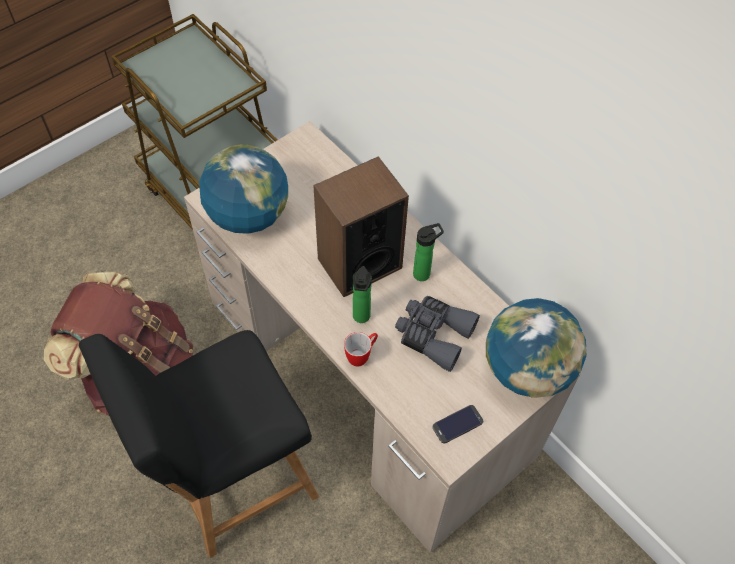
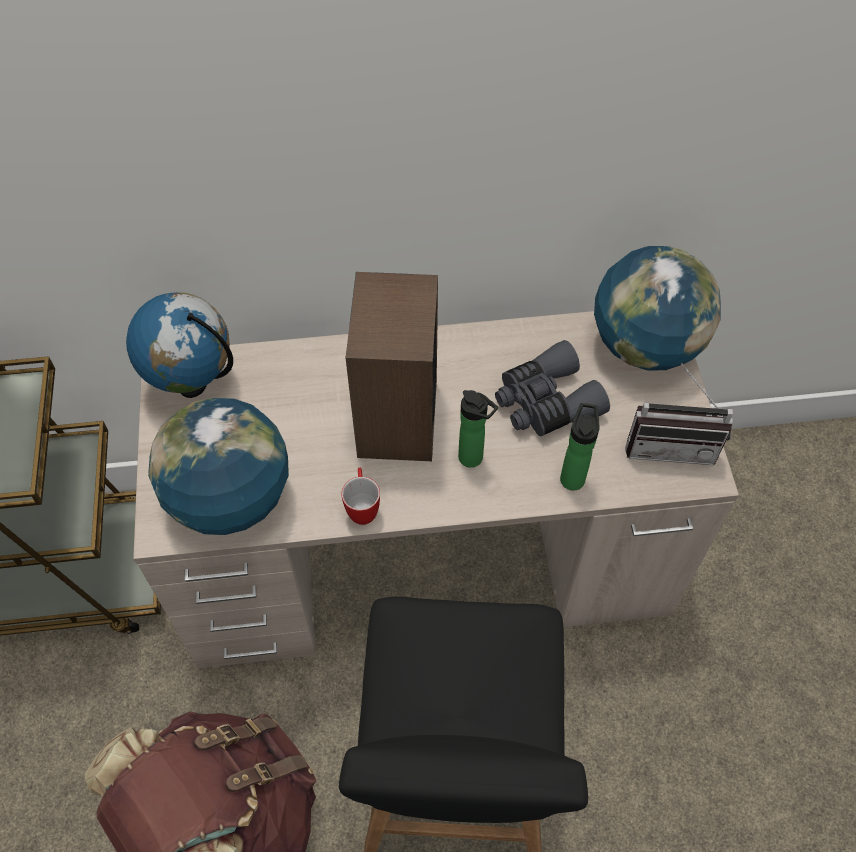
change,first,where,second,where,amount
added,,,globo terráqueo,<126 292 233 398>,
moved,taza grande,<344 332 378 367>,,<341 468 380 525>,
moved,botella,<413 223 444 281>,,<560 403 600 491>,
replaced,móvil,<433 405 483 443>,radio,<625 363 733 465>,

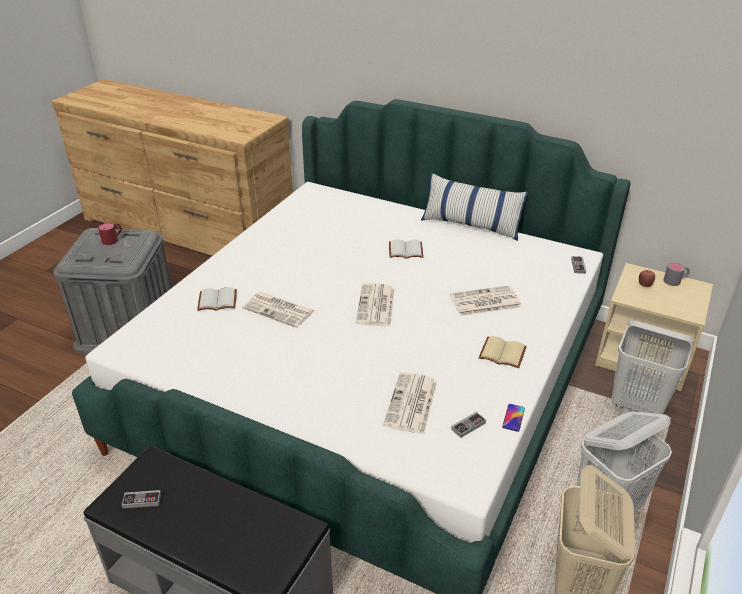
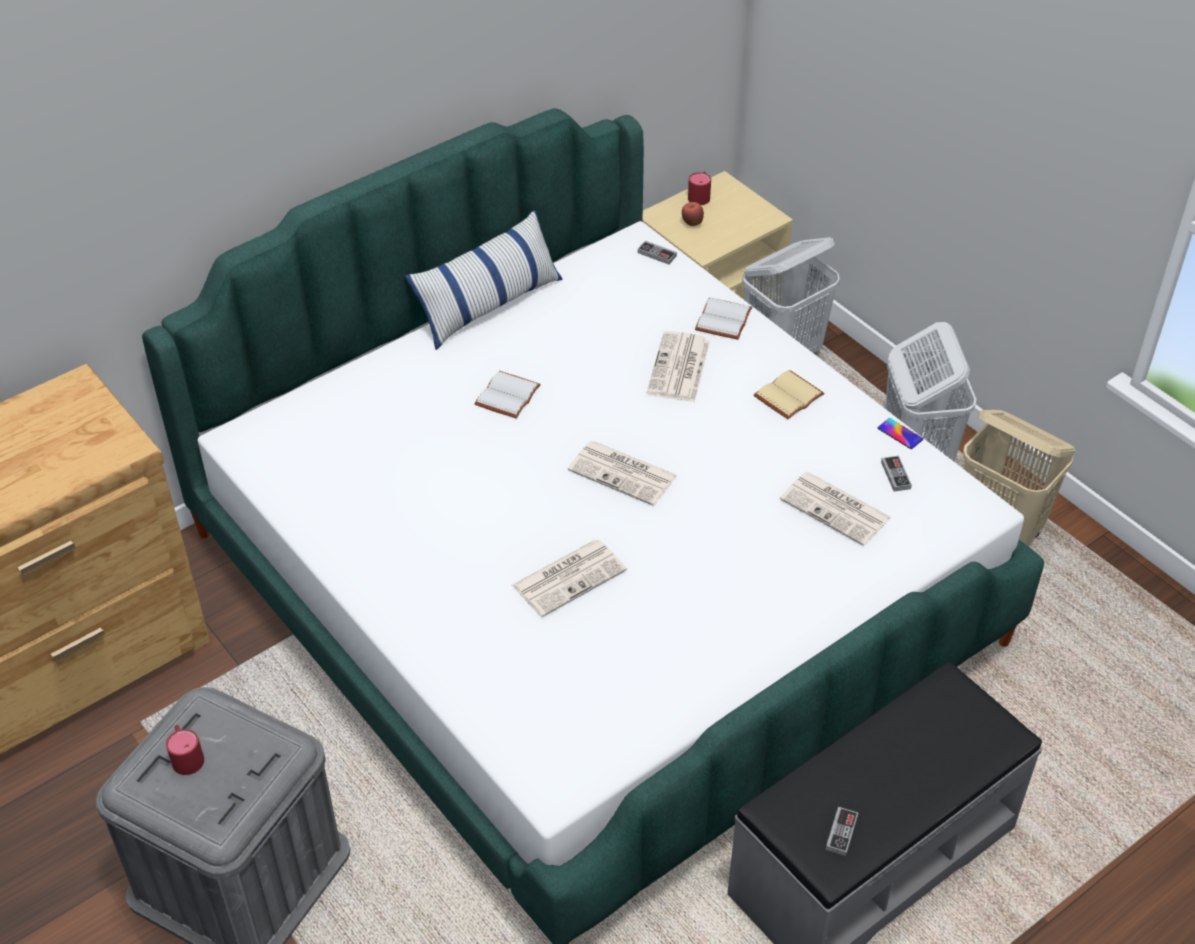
change,first,where,second,where,amount
moved,libro (blanco),<197 287 237 311>,,<695 297 752 340>,
recoloured,taza grande (gris),<663 262 690 286>,taza grande (rojo),<688 171 711 205>,

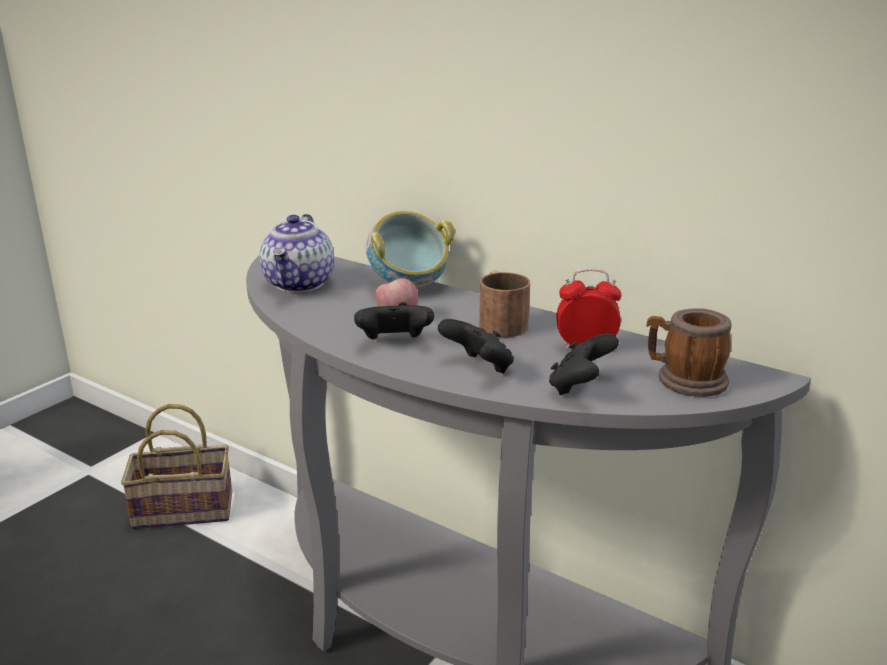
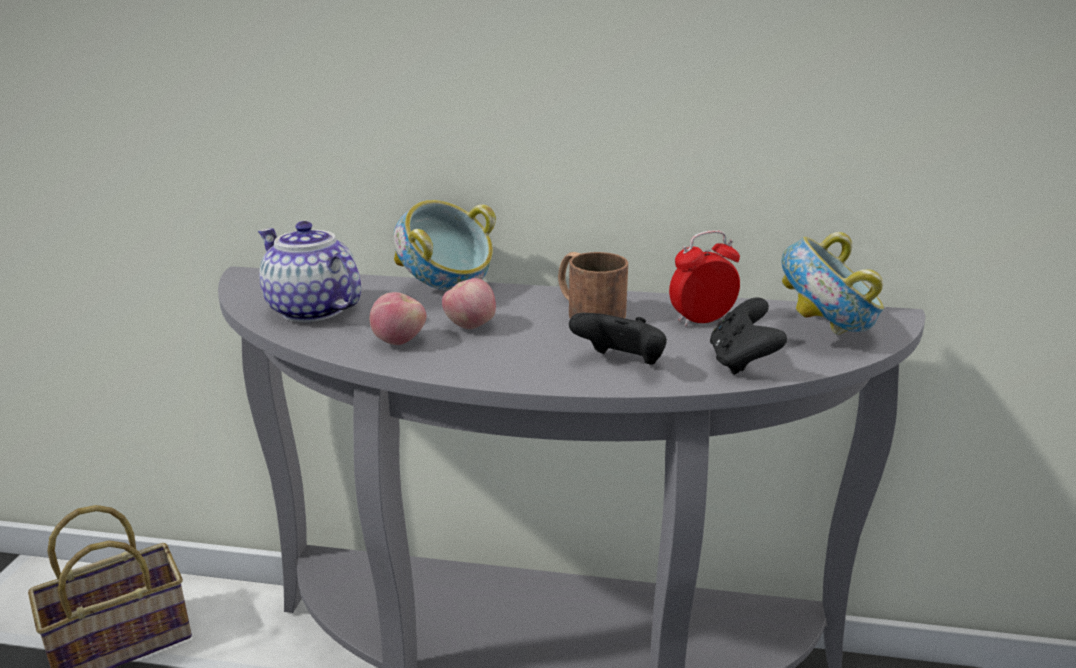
change,first,where,second,where,amount
removed,mando de consola (negro),<354 302 434 340>,,,
added,,,manzana,<370 292 427 345>,
replaced,taza grande,<646 308 731 397>,cuenco,<782 232 884 335>,
turned,tetera,<260 214 334 292>,,<258 221 361 323>,150 degrees clockwise

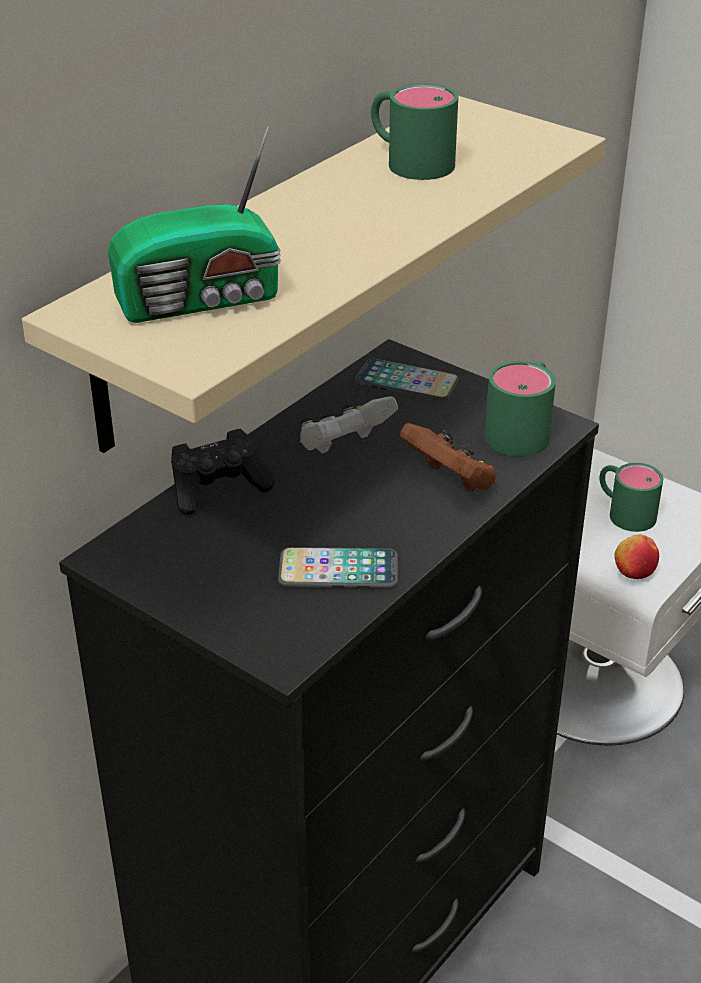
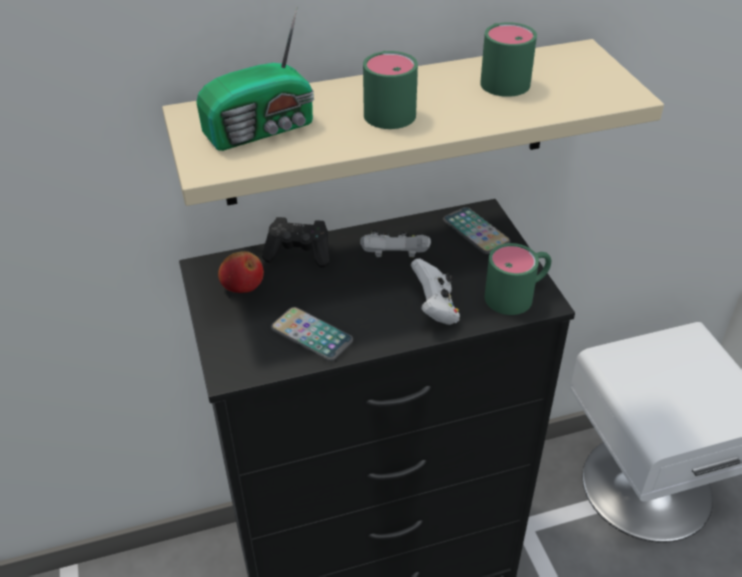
change,first,where,second,where,amount
moved,taza grande (verde),<600 463 663 532>,,<363 51 418 129>,
moved,manzana,<614 534 659 579>,,<218 251 264 293>,
recoloured,mando de consola (marrón),<399 423 496 492>,mando de consola (blanco),<411 259 460 325>,
turned,radio,<108 126 281 323>,,<196 6 314 151>,45 degrees counterclockwise

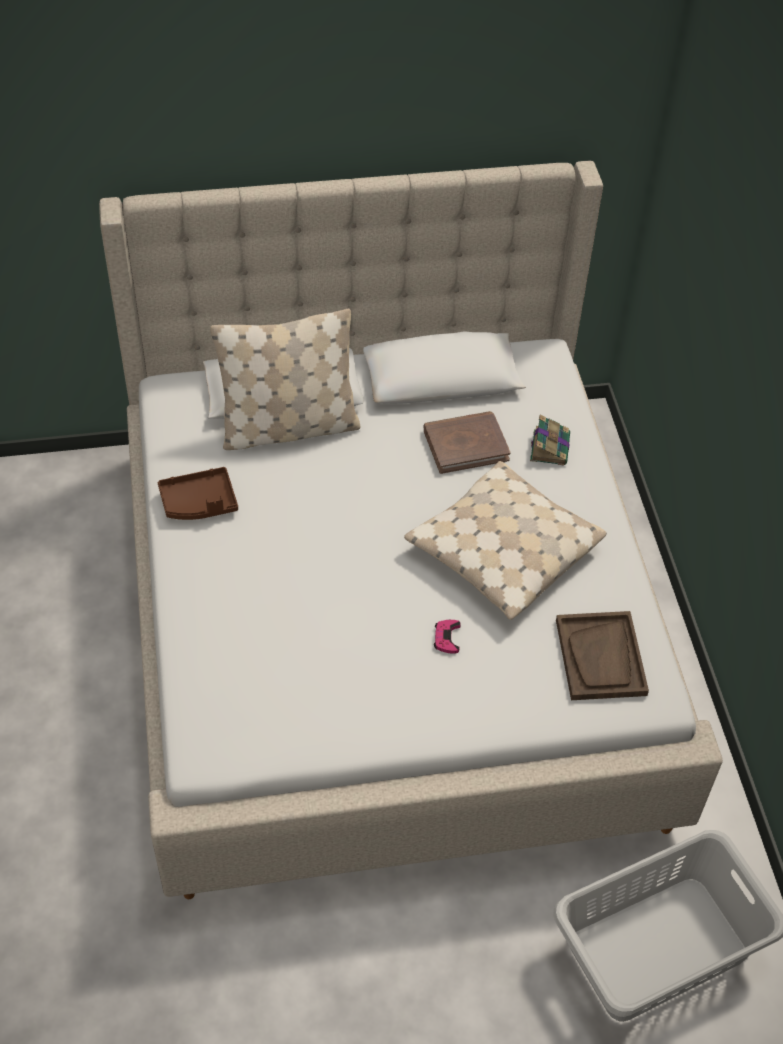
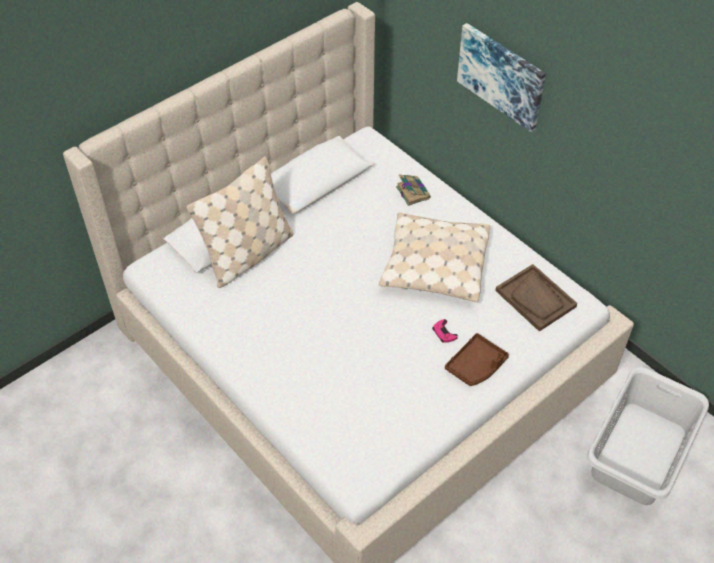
change,first,where,second,where,amount
removed,libro (marrón),<424 411 511 474>,,,
added,,,cuadro,<457 23 546 132>,
moved,bandeja (marrón),<158 467 238 520>,,<445 333 509 386>,

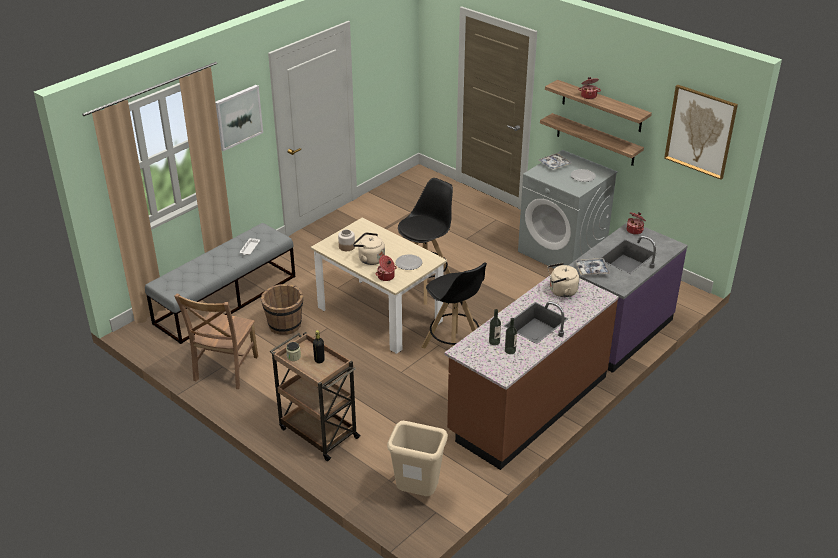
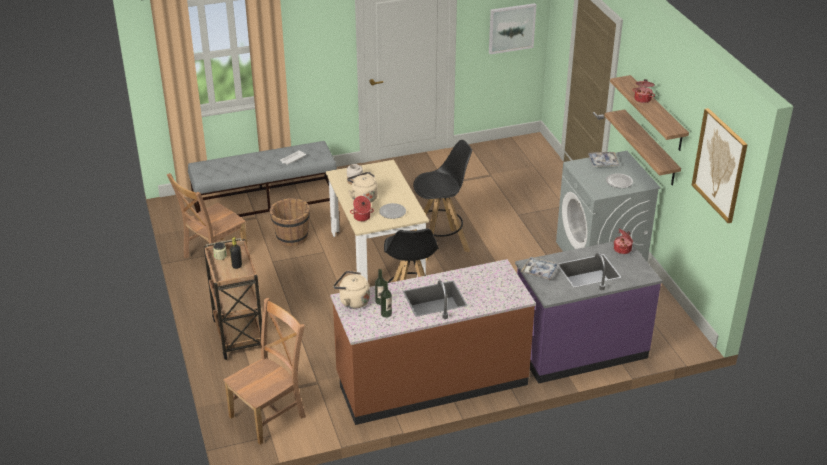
change,first,where,second,where,amount
moved,cuadro,<215 85 263 151>,,<489 3 536 54>,
moved,hervidor (beis),<547 263 579 297>,,<333 271 370 309>,
replaced,papelera (beis),<387 421 448 496>,silla (marrón),<223 297 306 445>,

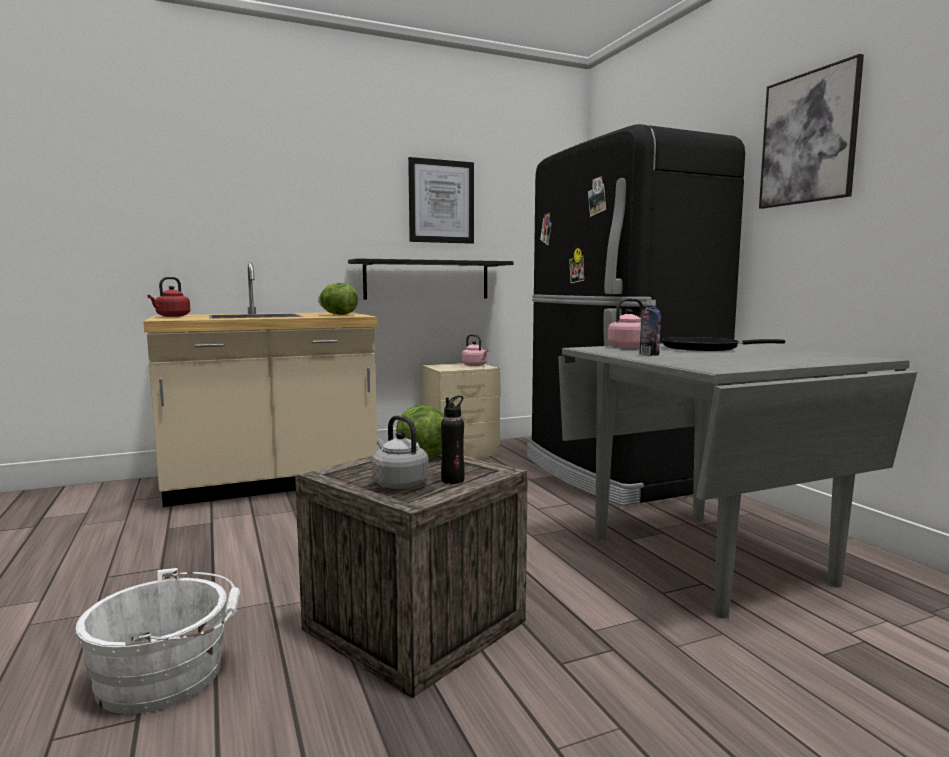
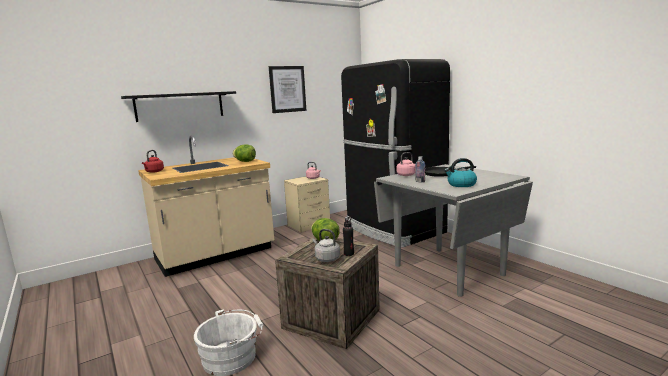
change,first,where,second,where,amount
removed,cuadro,<759 54 864 209>,,,
added,,,hervidor,<444 158 477 187>,
moved,estante (negro),<348 258 514 300>,,<121 91 236 122>,

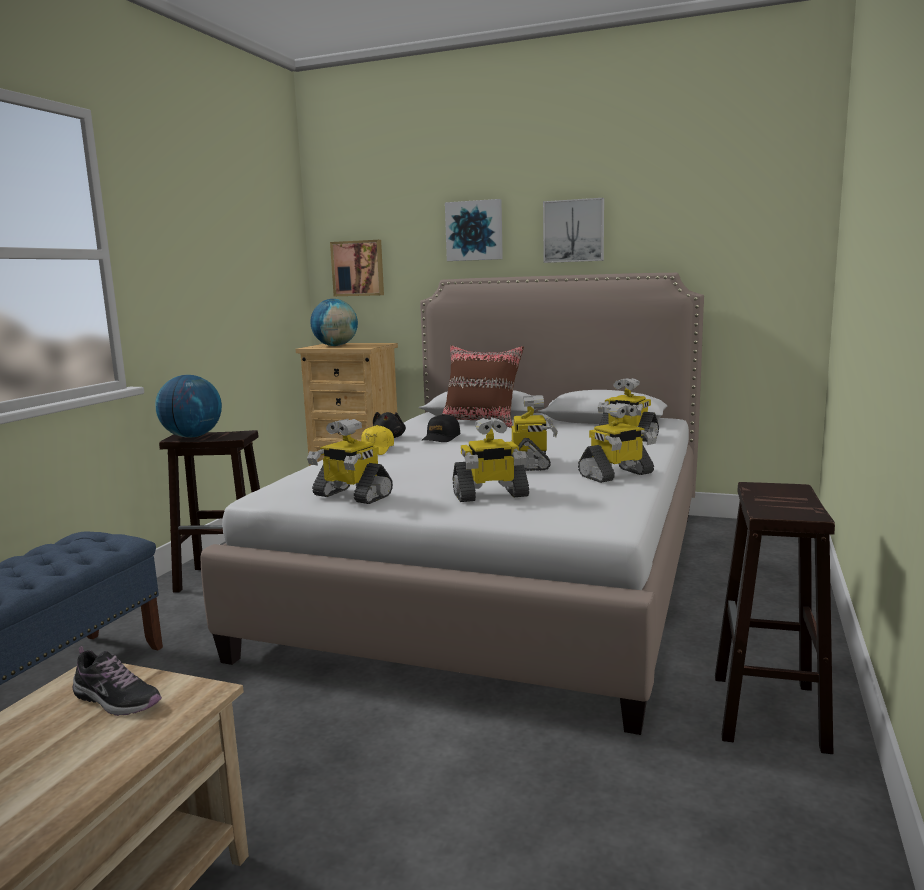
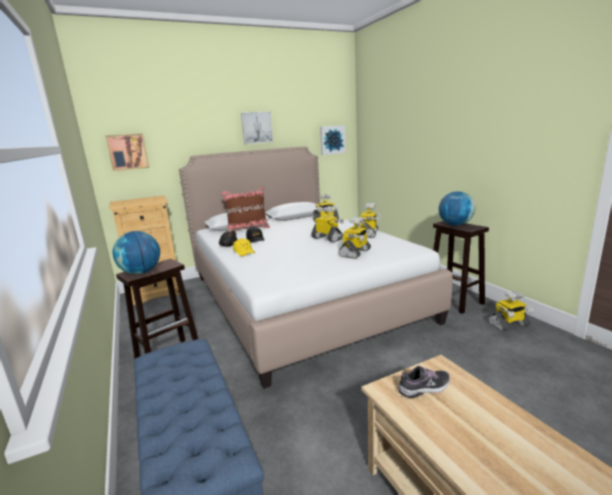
change,first,where,second,where,amount
moved,robot de juguete,<307 419 393 504>,,<488 291 534 331>,
moved,globo terráqueo,<310 299 358 346>,,<439 191 475 226>,
moved,cuadro,<445 199 503 261>,,<320 125 346 155>,

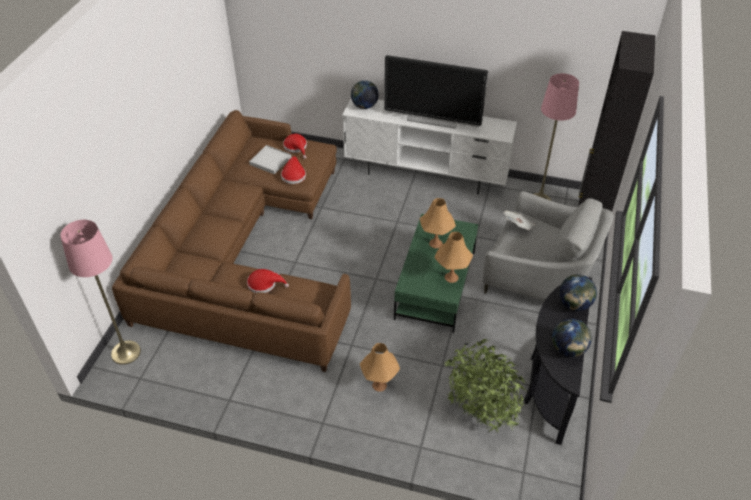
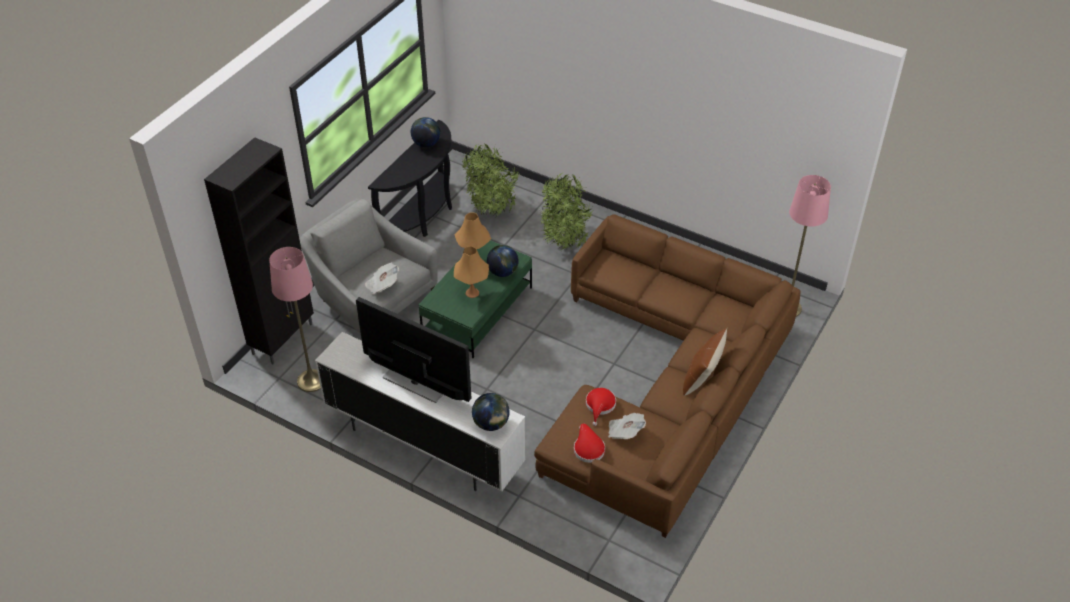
change,first,where,second,where,amount
removed,sombrero (rojo),<247 269 289 293>,,,
added,,,cojín (marrón),<683 328 727 396>,
moved,globo terráqueo,<559 274 597 311>,,<487 245 519 277>,
replaced,bandeja (blanco),<249 145 291 175>,periódico,<608 413 646 439>,
replaced,lámpara de mesa (naranja),<360 343 400 392>,planta en maceta,<539 173 593 250>,

